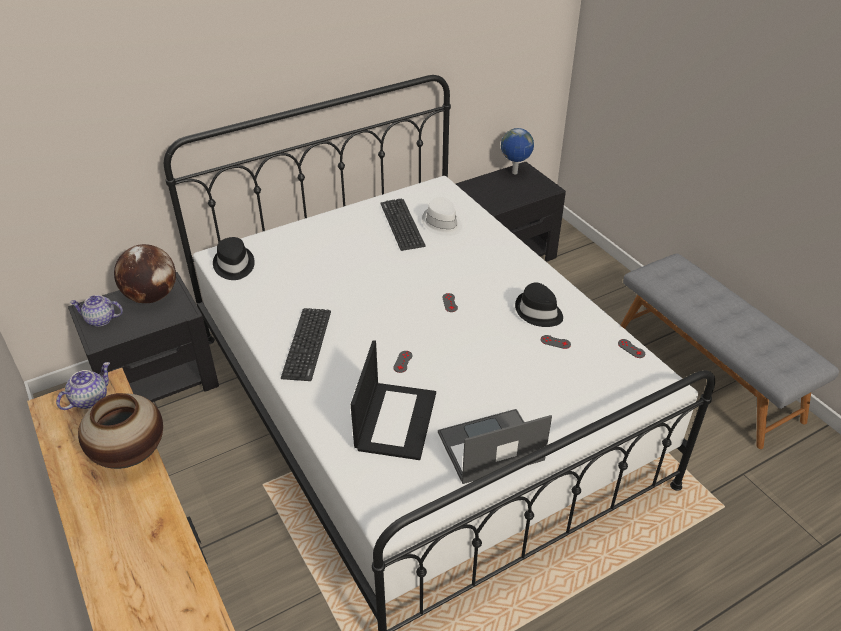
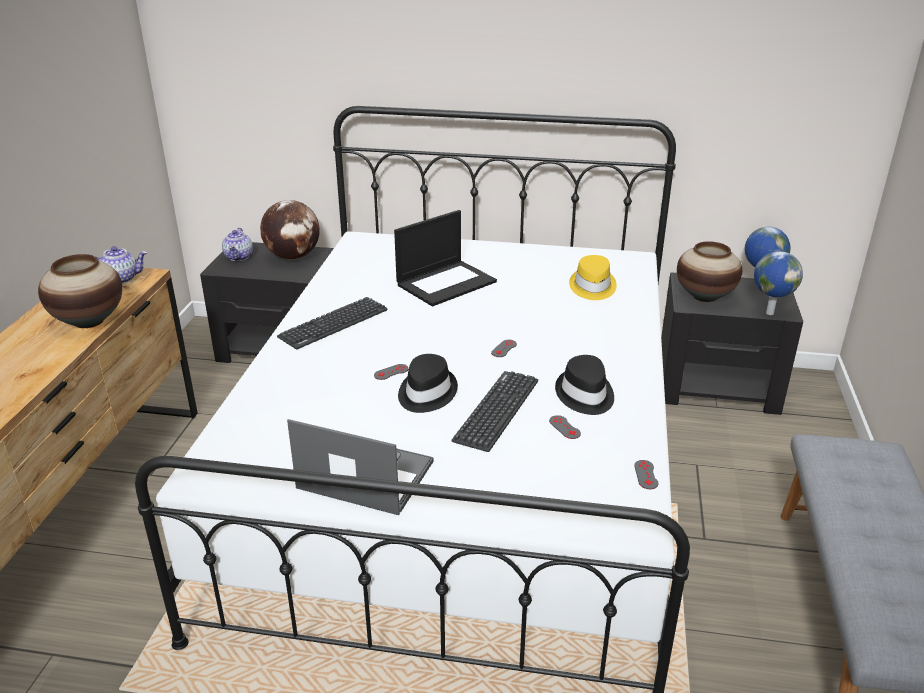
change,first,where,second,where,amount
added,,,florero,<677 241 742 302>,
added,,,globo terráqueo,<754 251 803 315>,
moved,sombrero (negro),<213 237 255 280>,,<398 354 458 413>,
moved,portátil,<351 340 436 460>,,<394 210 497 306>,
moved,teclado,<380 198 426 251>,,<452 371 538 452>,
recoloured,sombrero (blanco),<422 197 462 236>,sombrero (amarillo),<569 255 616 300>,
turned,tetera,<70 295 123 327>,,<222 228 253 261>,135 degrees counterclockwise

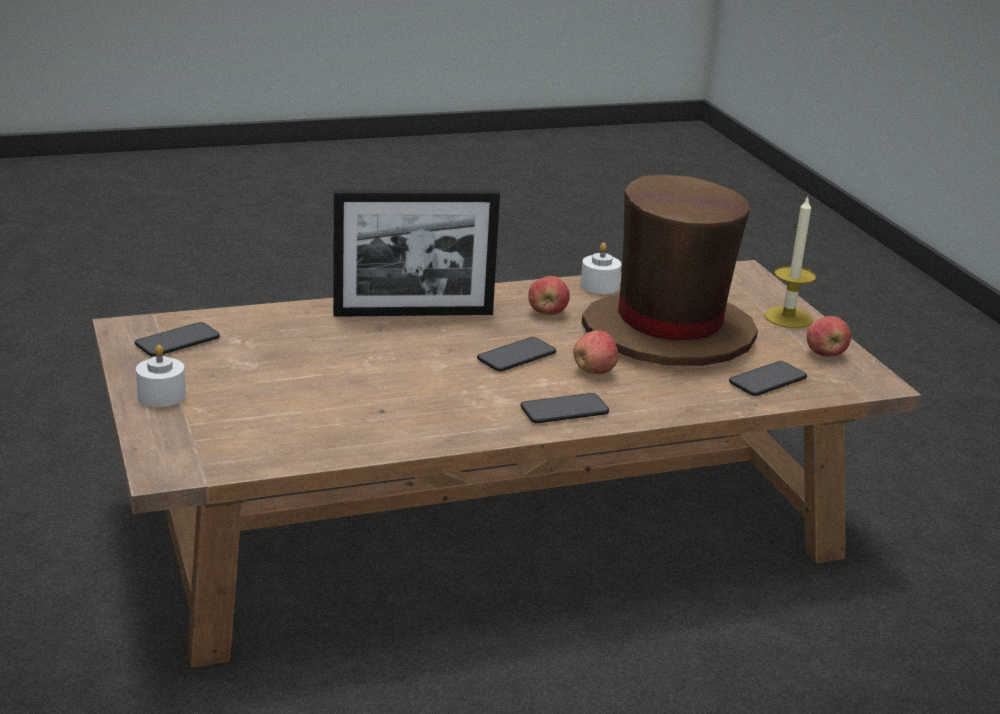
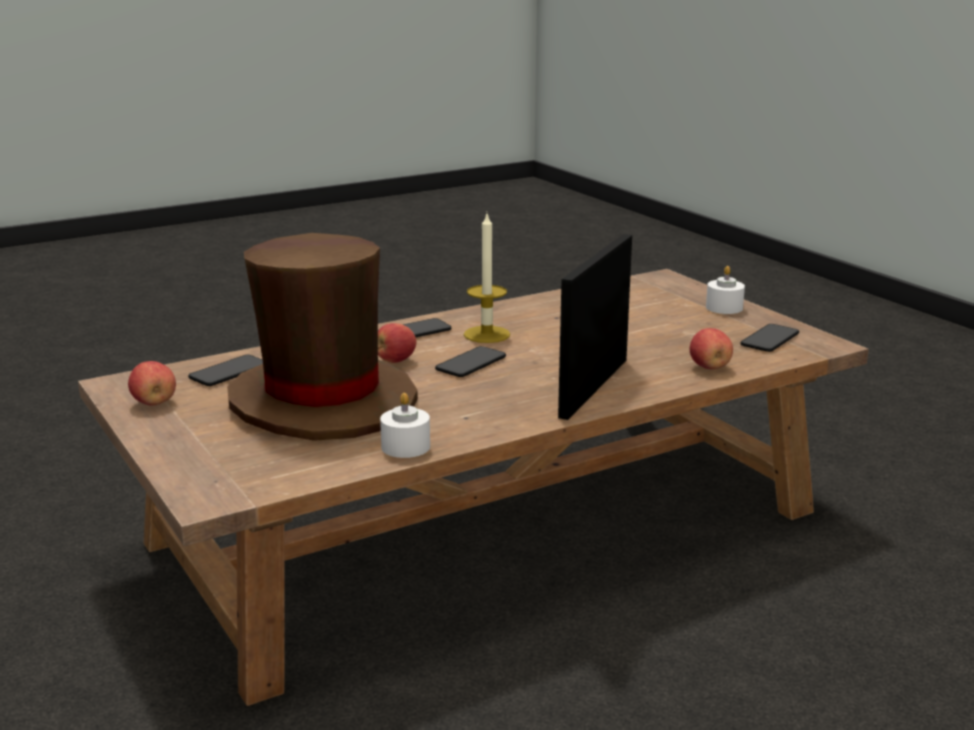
change,first,where,second,where,amount
moved,manzana,<528 276 570 315>,,<690 328 733 369>,
moved,vela,<764 196 816 328>,,<464 214 510 343>,
turned,portarretratos,<333 190 500 317>,,<558 234 632 420>,45 degrees counterclockwise

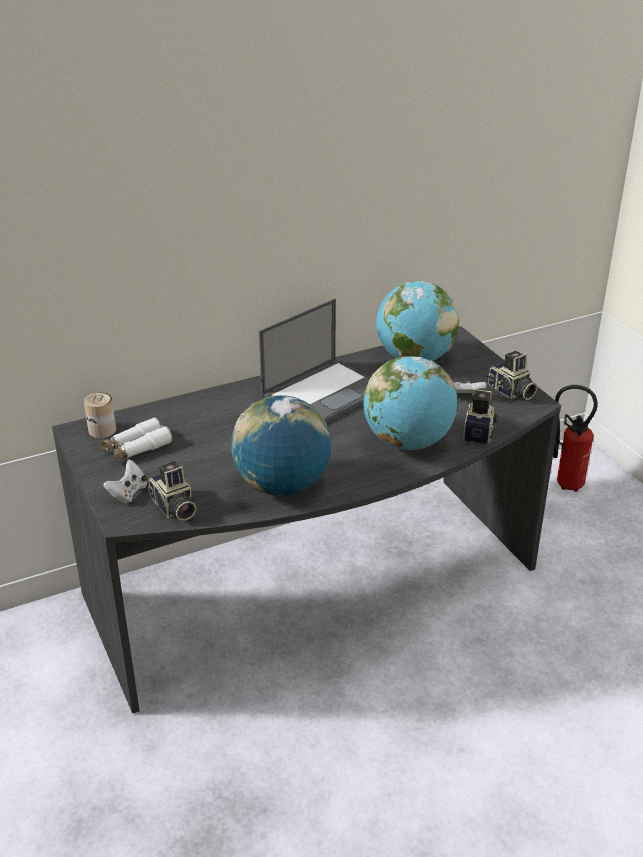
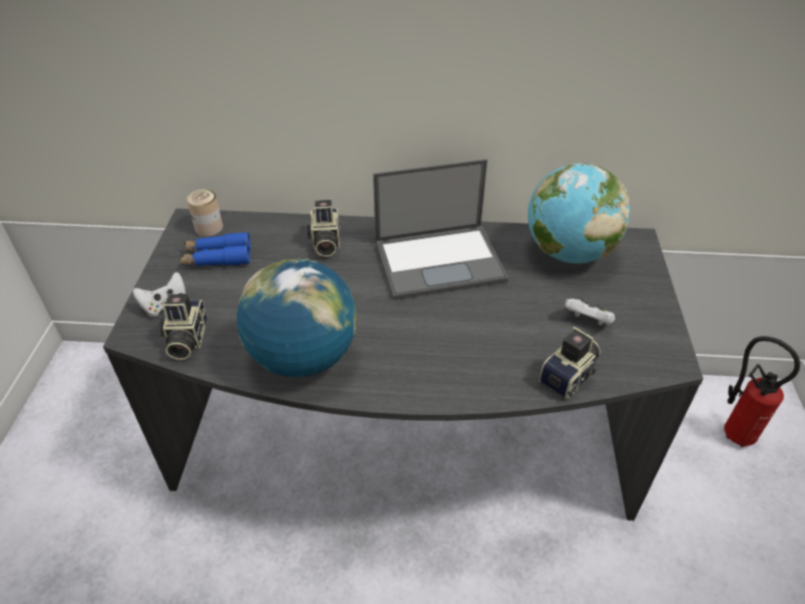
change,first,where,second,where,amount
removed,globo terráqueo,<364 356 457 450>,,,
moved,cámara,<487 351 537 400>,,<307 200 340 257>,
recoloured,prismáticos (blanco),<100 417 172 461>,prismáticos (azul),<181 232 250 266>,

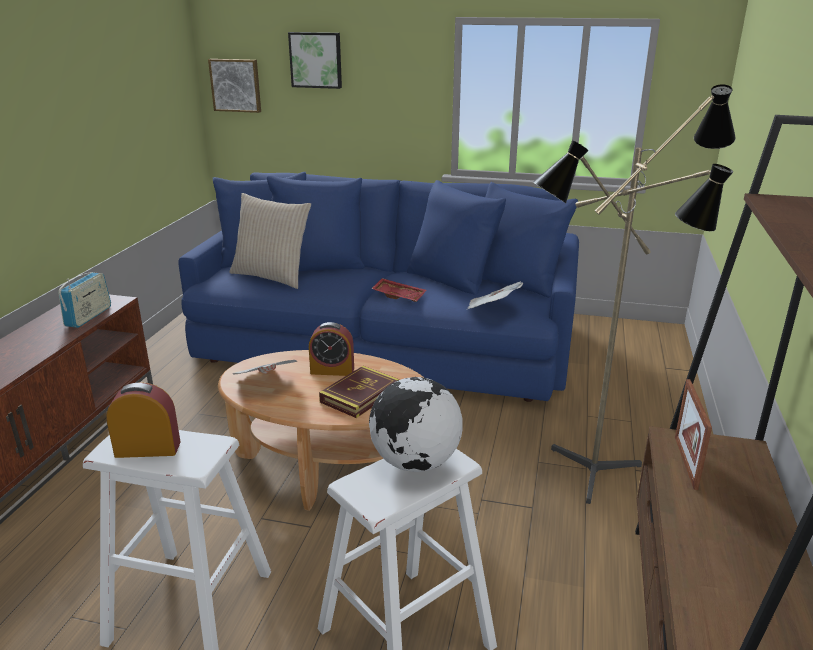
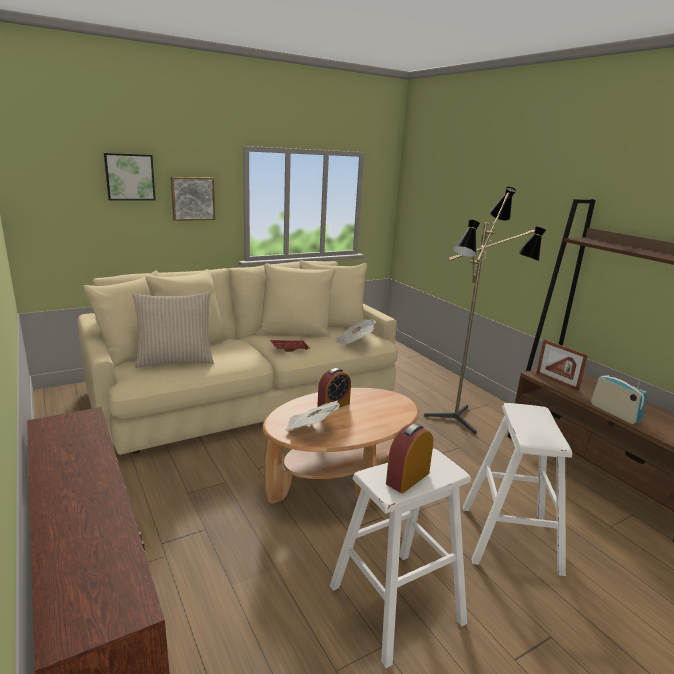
change,first,where,second,where,amount
removed,libro,<319 366 399 418>,,,
removed,globo terráqueo,<369 377 463 472>,,,
moved,radio,<58 272 111 328>,,<591 375 647 424>,
moved,cuadro,<208 59 261 113>,,<171 177 215 221>,
recoloured,sofá (azul),<178 172 579 402>,sofá (beis),<77 260 398 455>,

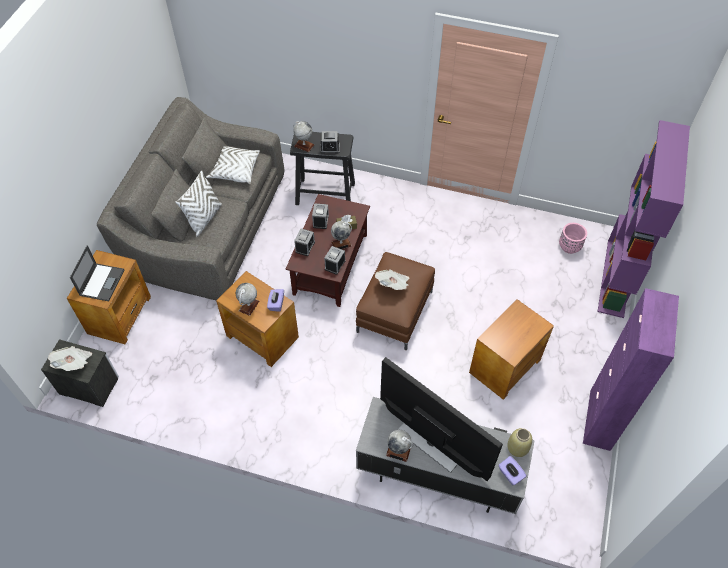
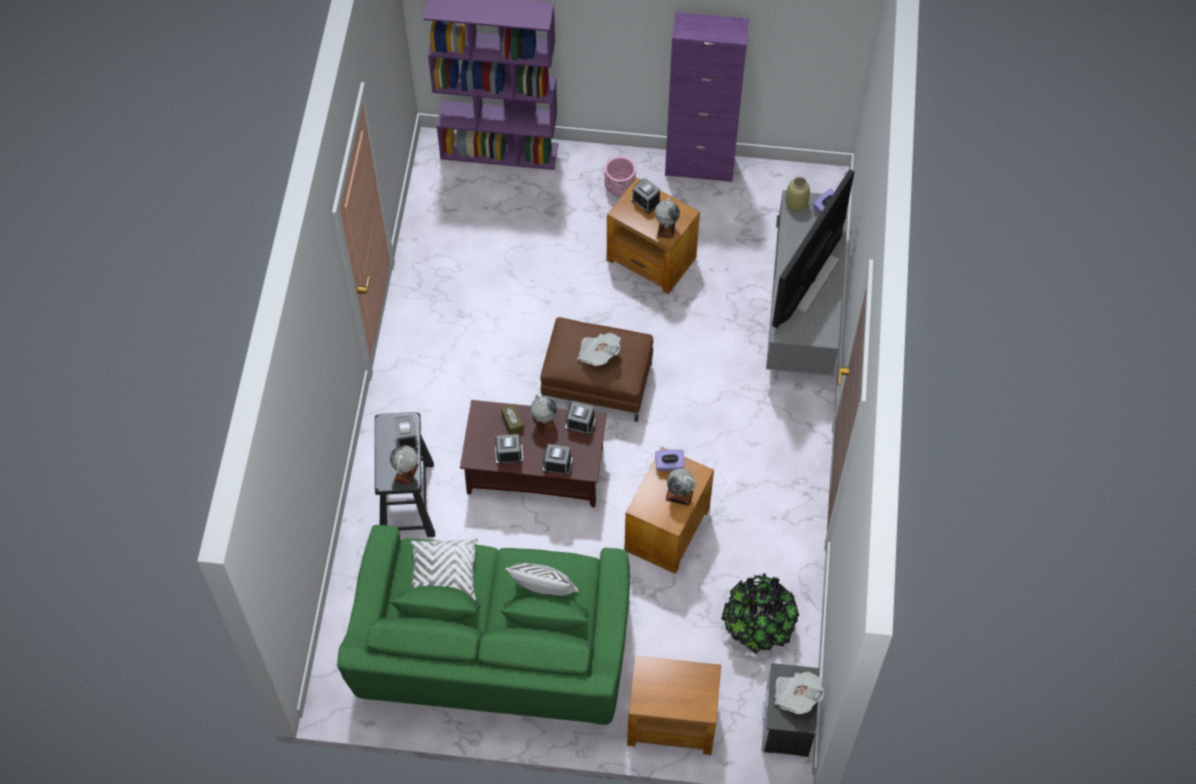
change,first,where,second,where,amount
removed,portátil,<70 245 124 301>,,,
added,,,despertador,<631 178 660 214>,
added,,,planta en maceta,<721 574 799 654>,
moved,globo terráqueo,<386 430 413 462>,,<655 198 680 239>,
moved,maceta (rosa),<559 223 587 254>,,<604 156 636 196>,
recoloured,sofá (gris),<97 97 285 300>,sofá (verde),<337 525 630 725>,

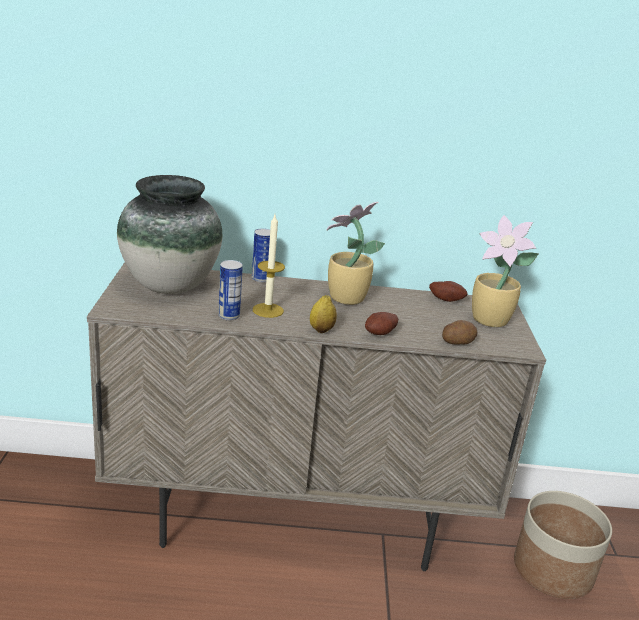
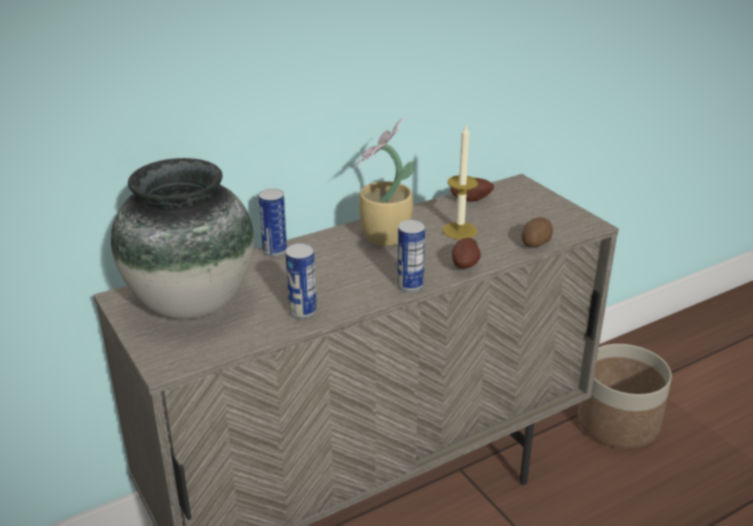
change,first,where,second,where,amount
removed,planta en maceta,<472 215 539 327>,,,
moved,vela,<253 215 285 318>,,<443 125 478 239>,
replaced,limón,<310 295 337 333>,lata,<397 220 425 292>,

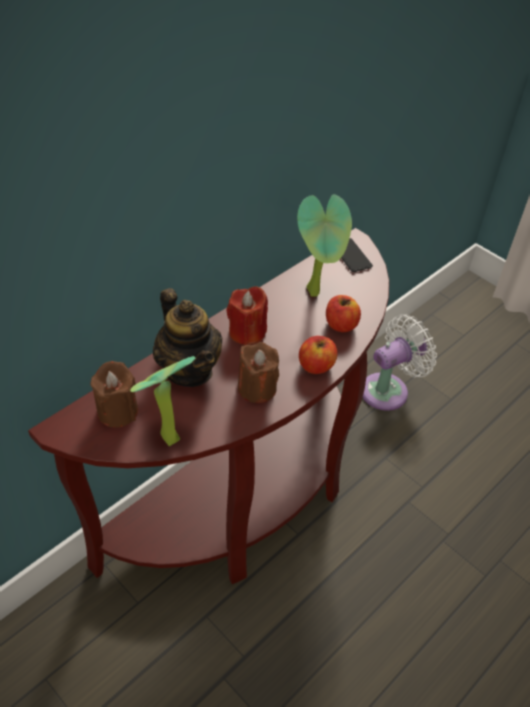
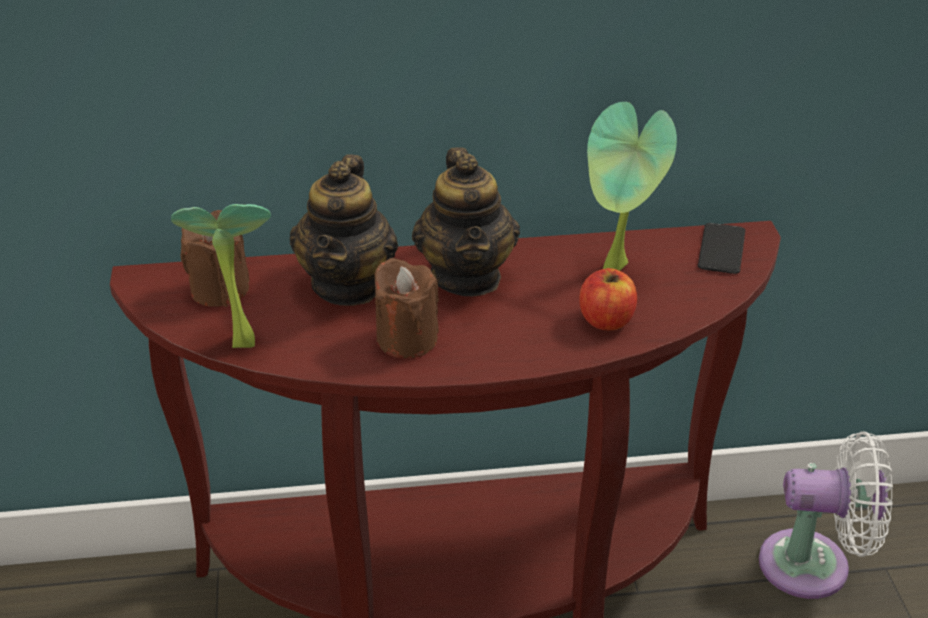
change,first,where,second,where,amount
removed,manzana,<299 336 337 374>,,,
replaced,vela (rojo),<226 286 268 345>,tetera,<412 147 520 296>,

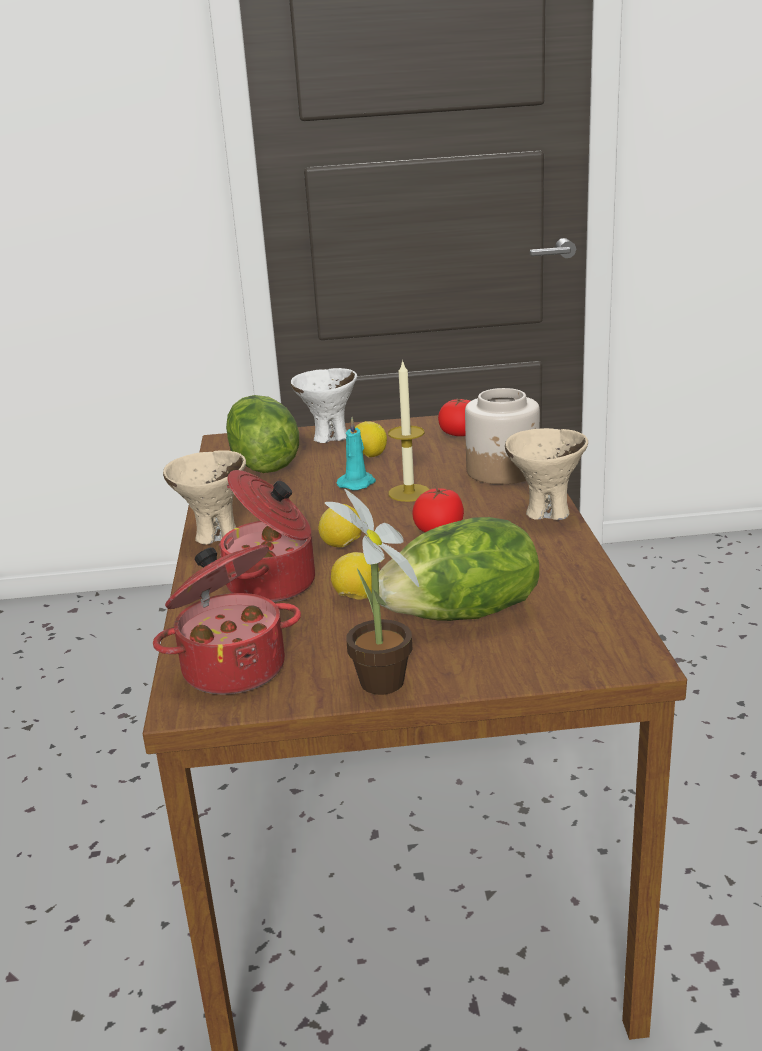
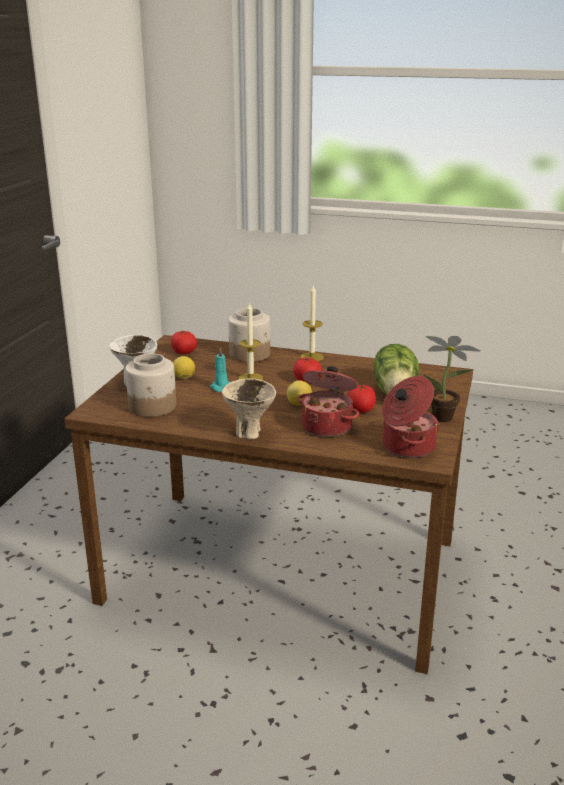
change,first,where,second,where,amount
replaced,lechuga,<226 395 299 473>,tarro,<125 353 176 417>,
replaced,limón,<331 552 380 600>,tomate,<347 385 376 413>,
replaced,cuenco (beis),<505 428 588 520>,vela,<300 286 324 361>,

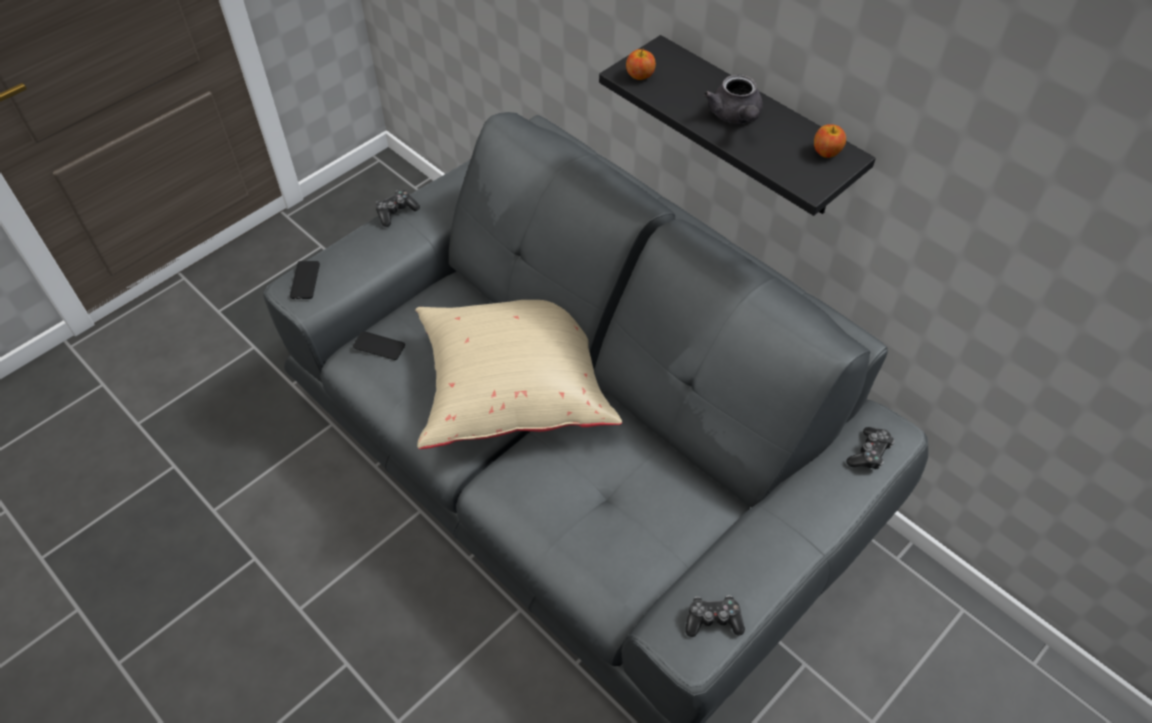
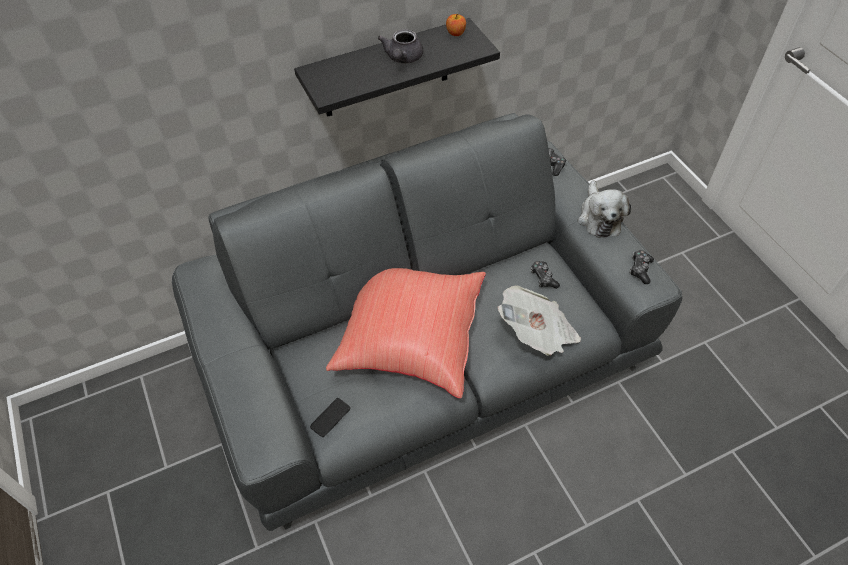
change,first,where,second,where,amount
removed,móvil,<290 261 320 299>,,,
removed,manzana,<626 48 656 80>,,,
added,,,periódico,<497 285 581 356>,
added,,,peluche,<578 180 631 238>,
moved,mando de consola,<376 190 420 227>,,<530 261 560 289>,
recoloured,cojín (beis),<415 300 622 449>,cojín (rojo),<326 268 486 398>,
turned,tetera (gris),<704 75 763 124>,,<378 29 423 63>,90 degrees clockwise

